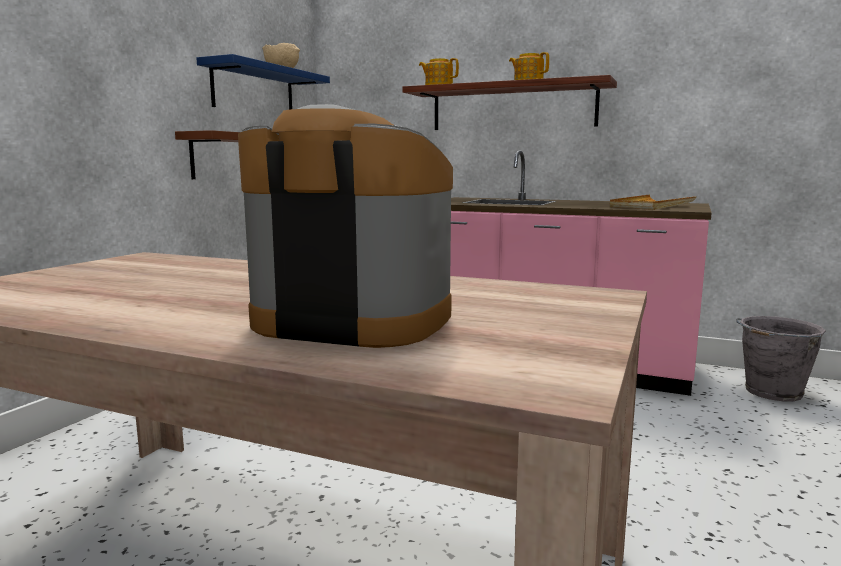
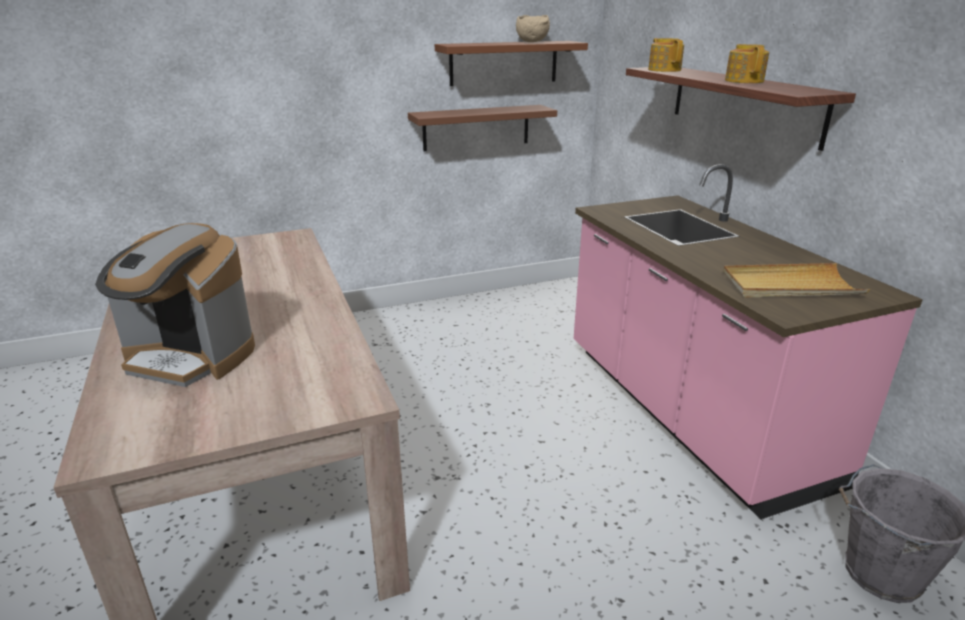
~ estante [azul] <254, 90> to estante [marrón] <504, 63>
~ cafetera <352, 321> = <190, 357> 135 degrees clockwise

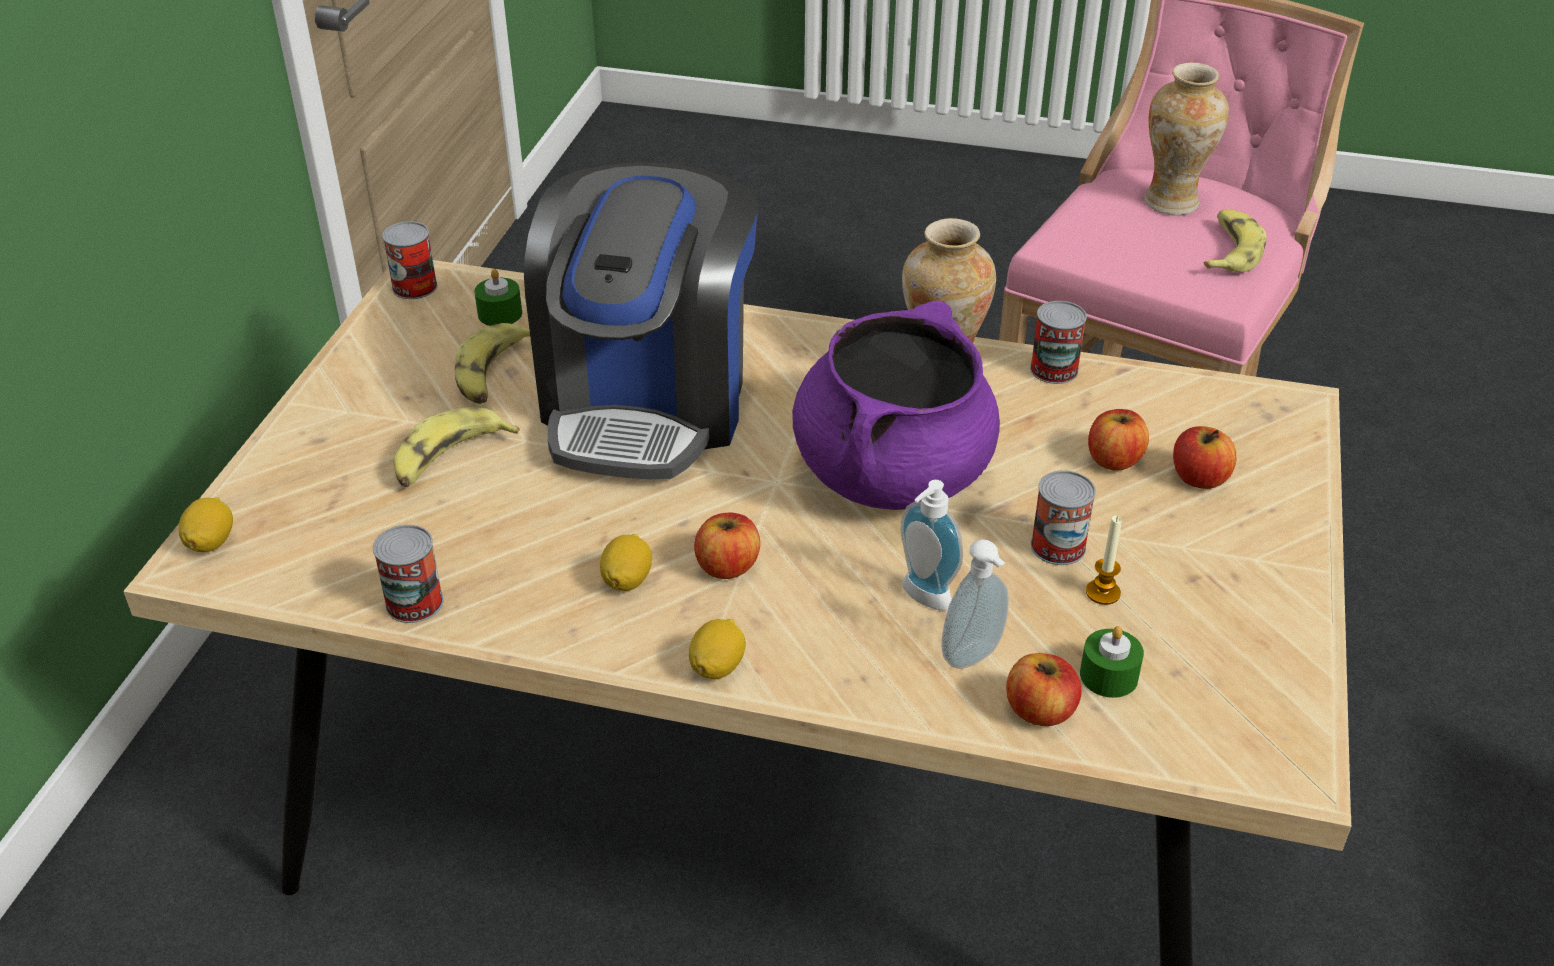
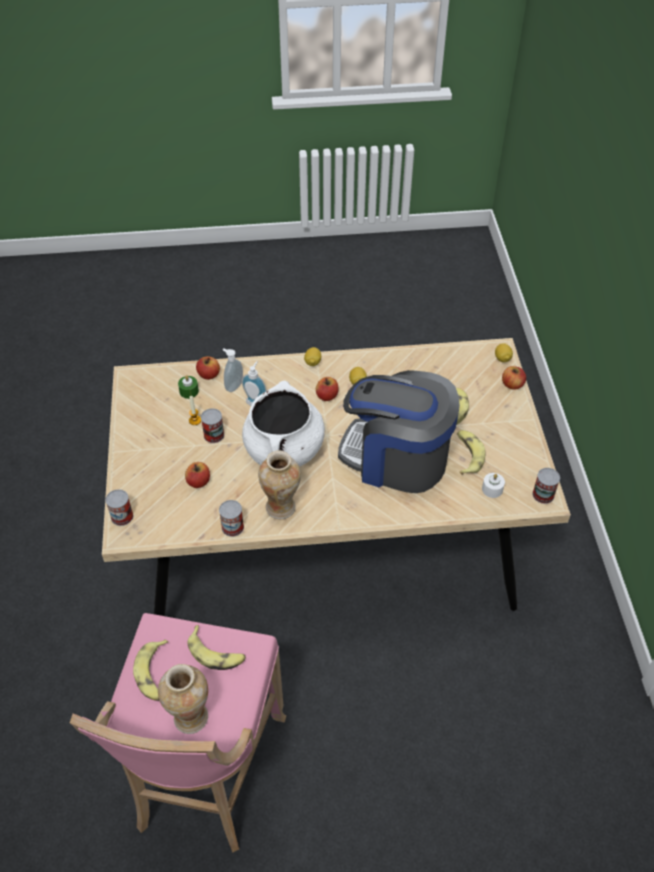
+ plátano <216, 653>
~ lata <414, 603> to <122, 516>
~ manzana <1199, 478> to <512, 384>
~ vela [verde] <500, 314> to vela [blanco] <492, 489>
~ olla [morado] <892, 474> to olla [blanco] <284, 450>
~ cafetera <648, 402> = <396, 458> 60 degrees counterclockwise

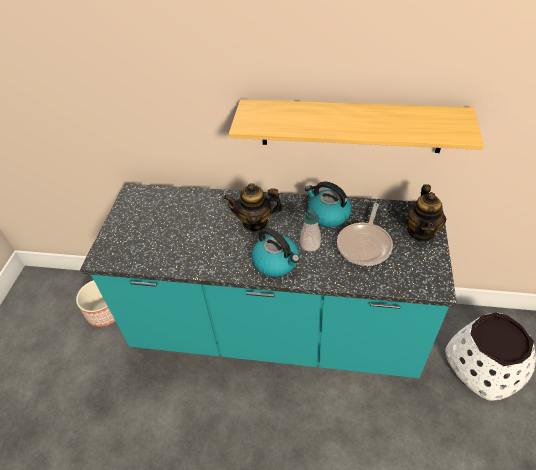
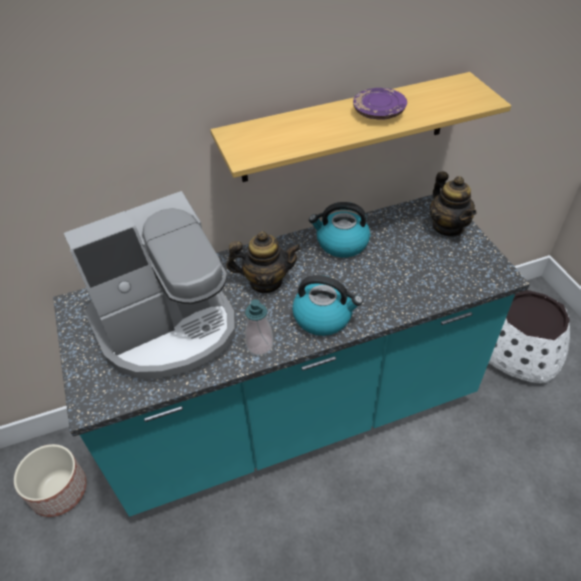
- sartén <365, 244>
+ cafetera <167, 327>
+ plato [morado] <378, 113>
~ dispensador de jabón <310, 244> to <259, 345>
~ tetera <255, 222> = <265, 281> 150 degrees counterclockwise

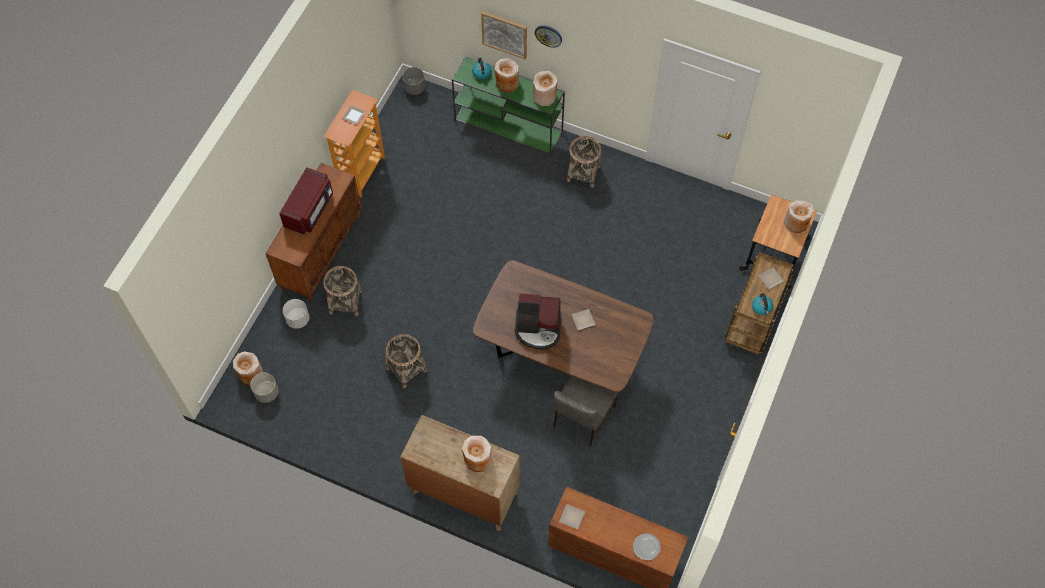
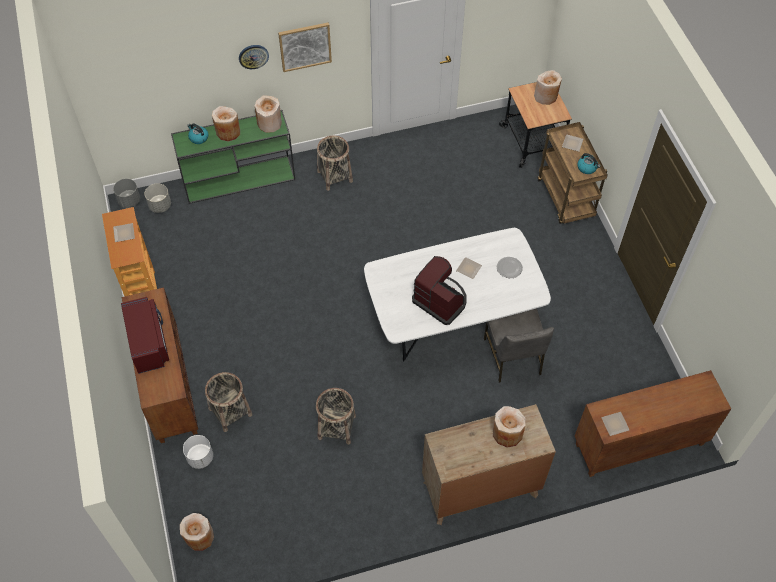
~ maceta [gris] <267, 393> to <160, 205>
~ cuadro <504, 34> to <305, 46>
~ plato <646, 547> to <509, 268>
~ mesa de comedor [marrón] <561, 356> to mesa de comedor [blanco] <452, 323>
~ cafetera <538, 329> = <440, 300> 105 degrees counterclockwise

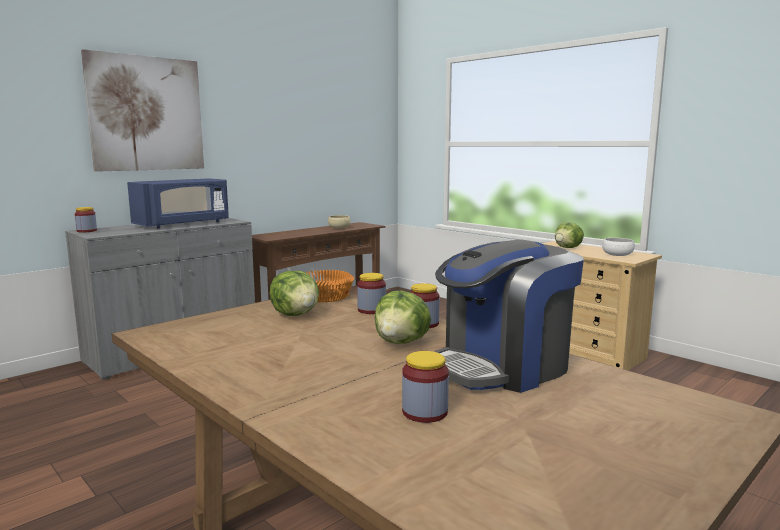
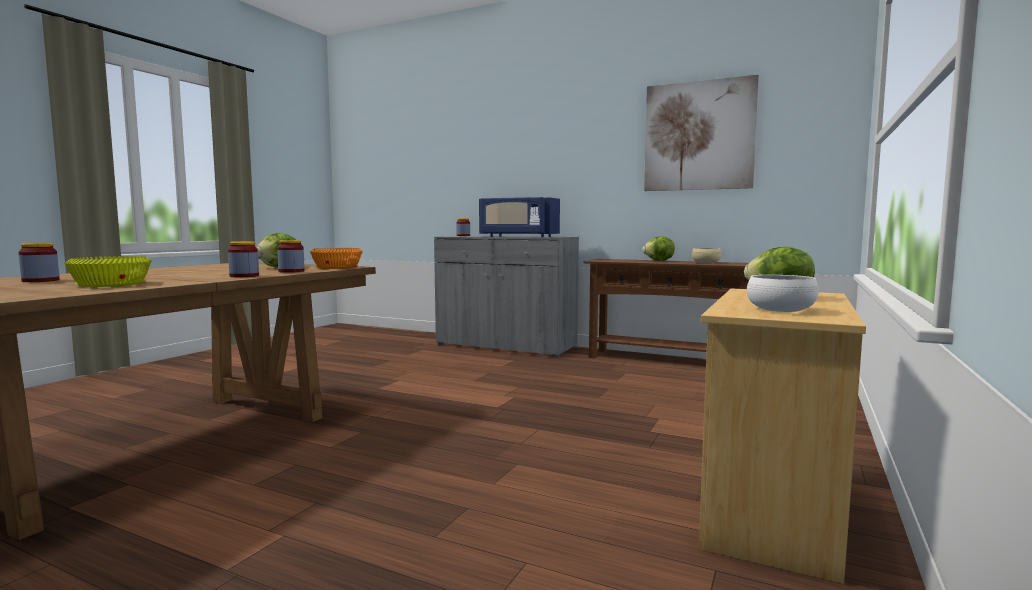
~ cuadro <146, 114> to <698, 136>
~ lechuga <402, 342> to <659, 261>
~ cafetera <502, 367> to cuenco [amarillo] <111, 284>

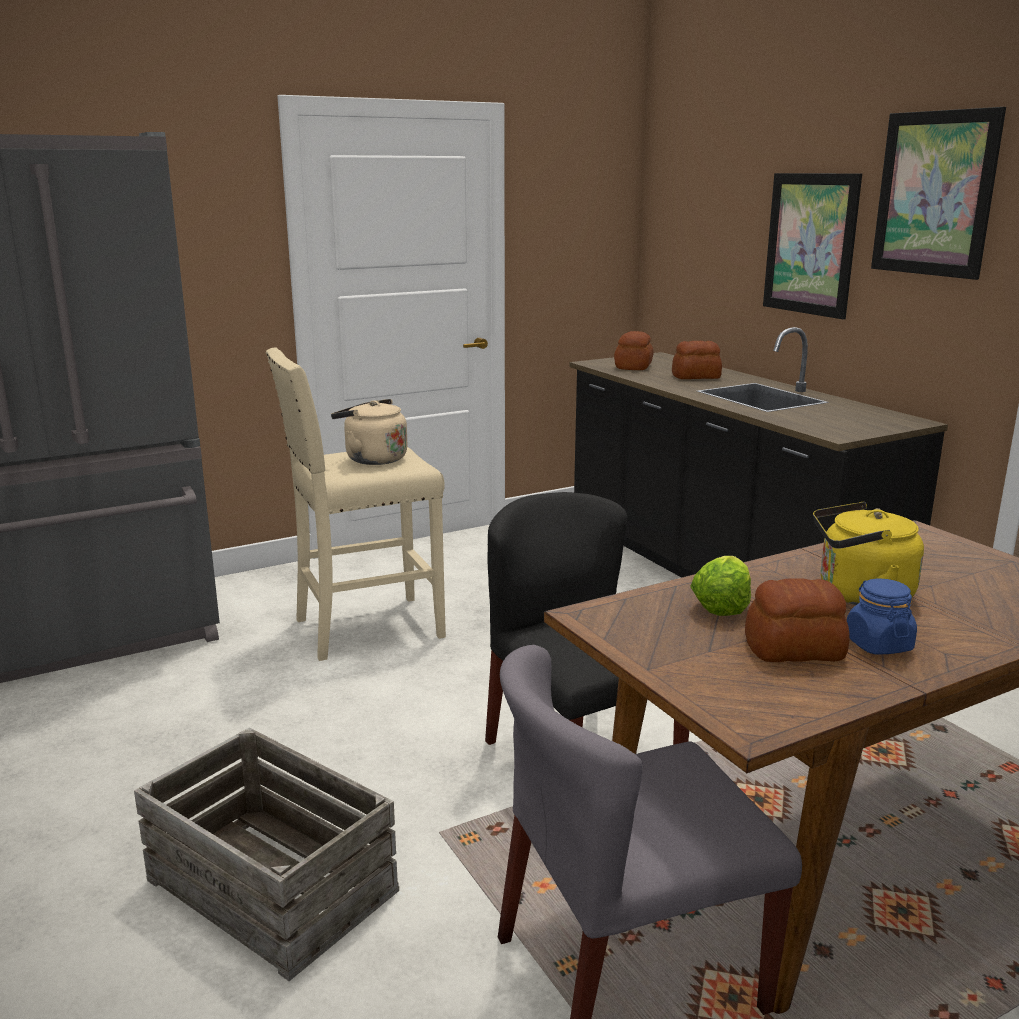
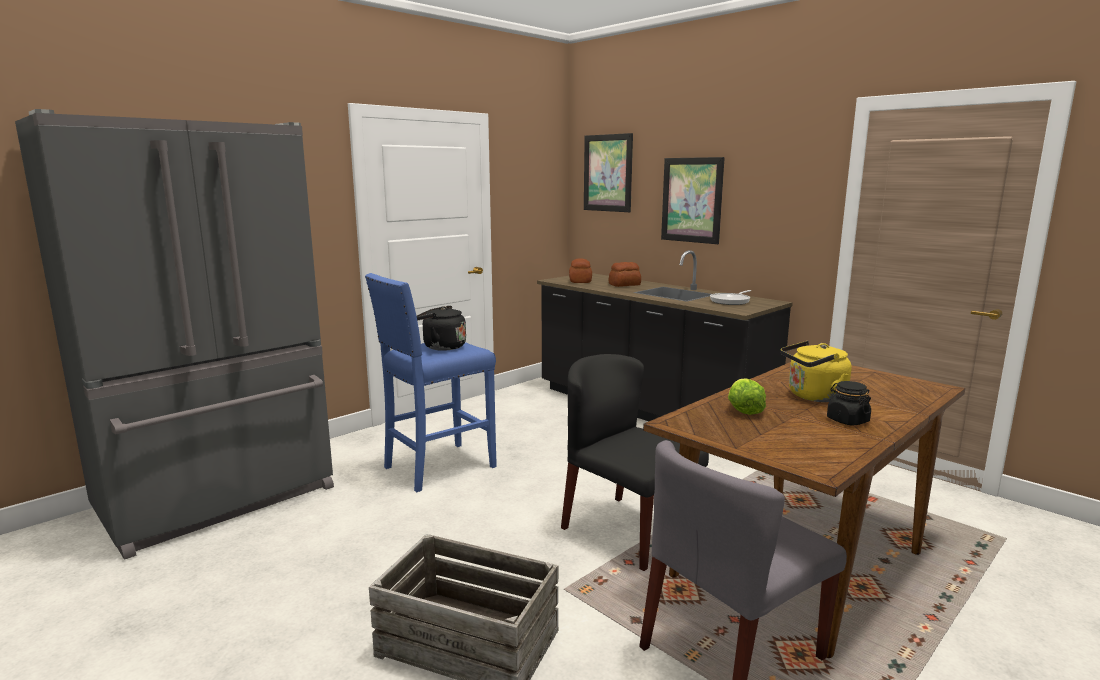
- pan <795, 650>
+ sartén <731, 301>
~ cuadro <934, 194> to <608, 173>
~ taburete [beis] <365, 628> to taburete [azul] <437, 467>
~ hervidor [beis] <372, 459> to hervidor [negro] <441, 347>
~ tarro [azul] <878, 644> to tarro [negro] <847, 420>

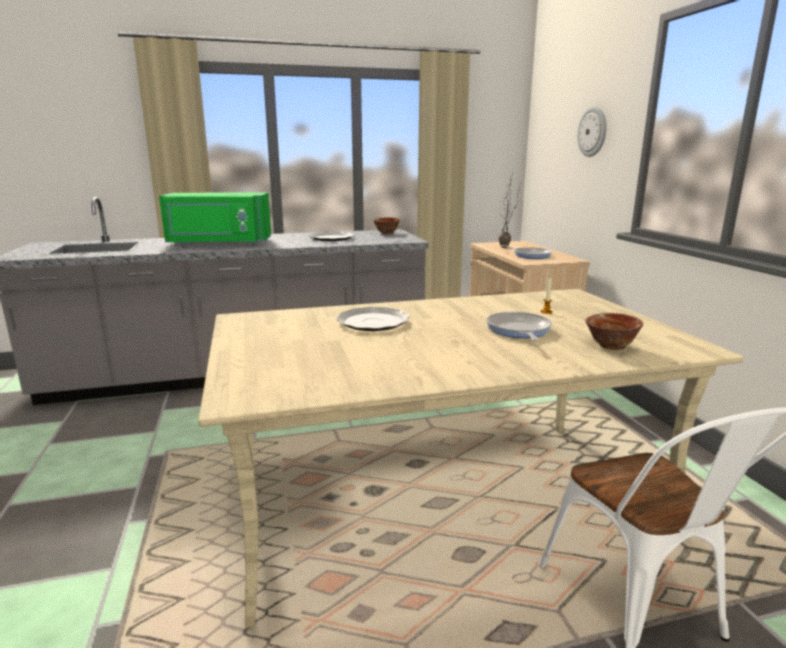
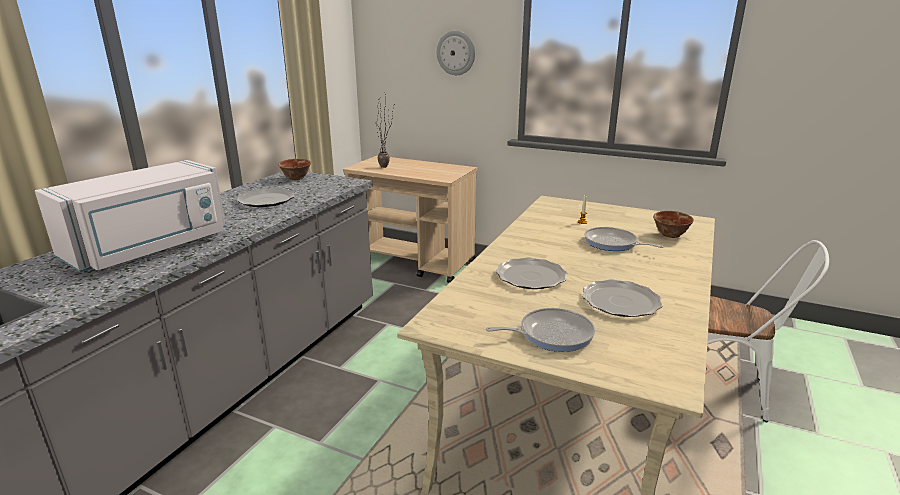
+ plato <620, 301>
~ sartén <530, 255> to <551, 334>
~ microondas [verde] <219, 243> to microondas [blanco] <151, 248>

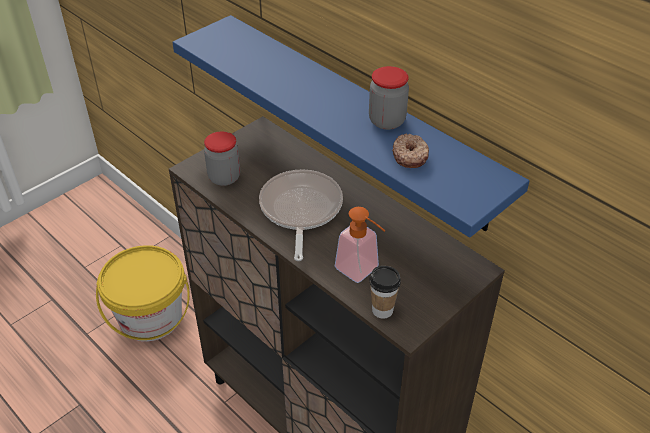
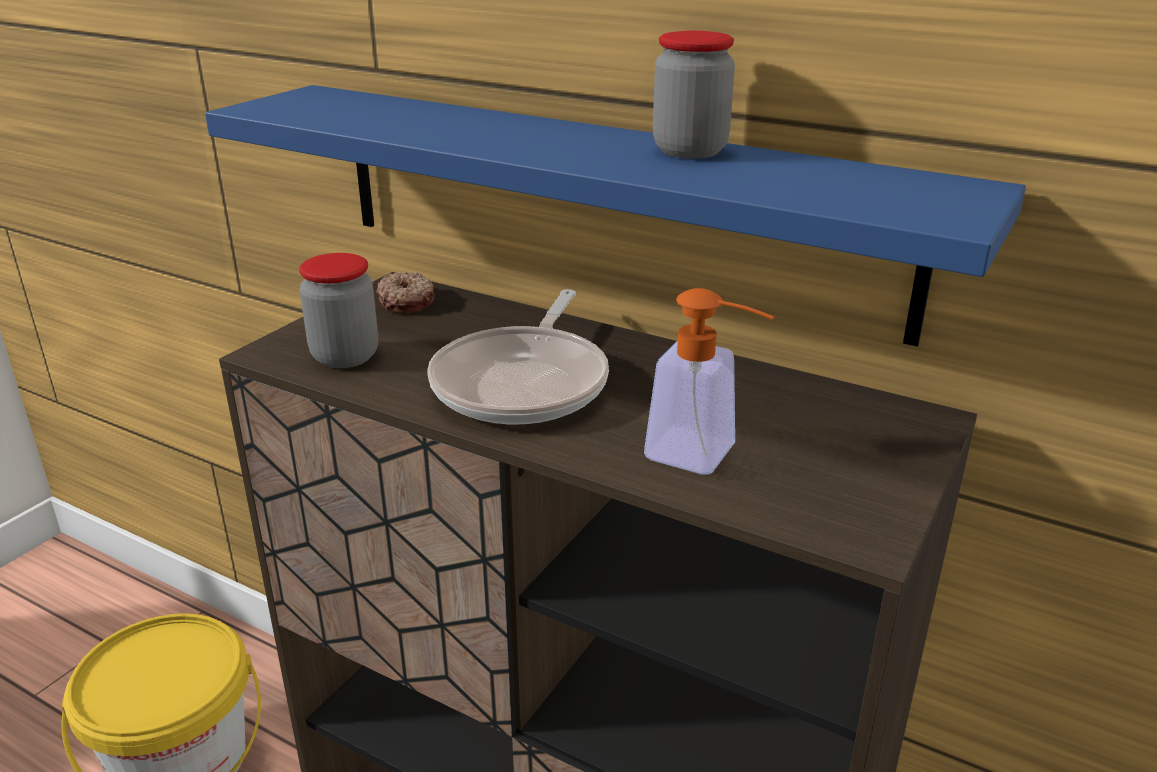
- taza <382, 310>
~ rosquilla <410, 156> to <407, 301>
~ sartén <300, 210> = <524, 382> 150 degrees counterclockwise

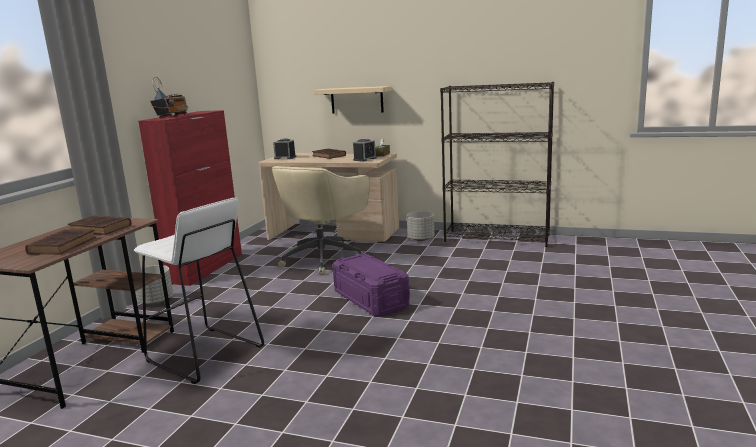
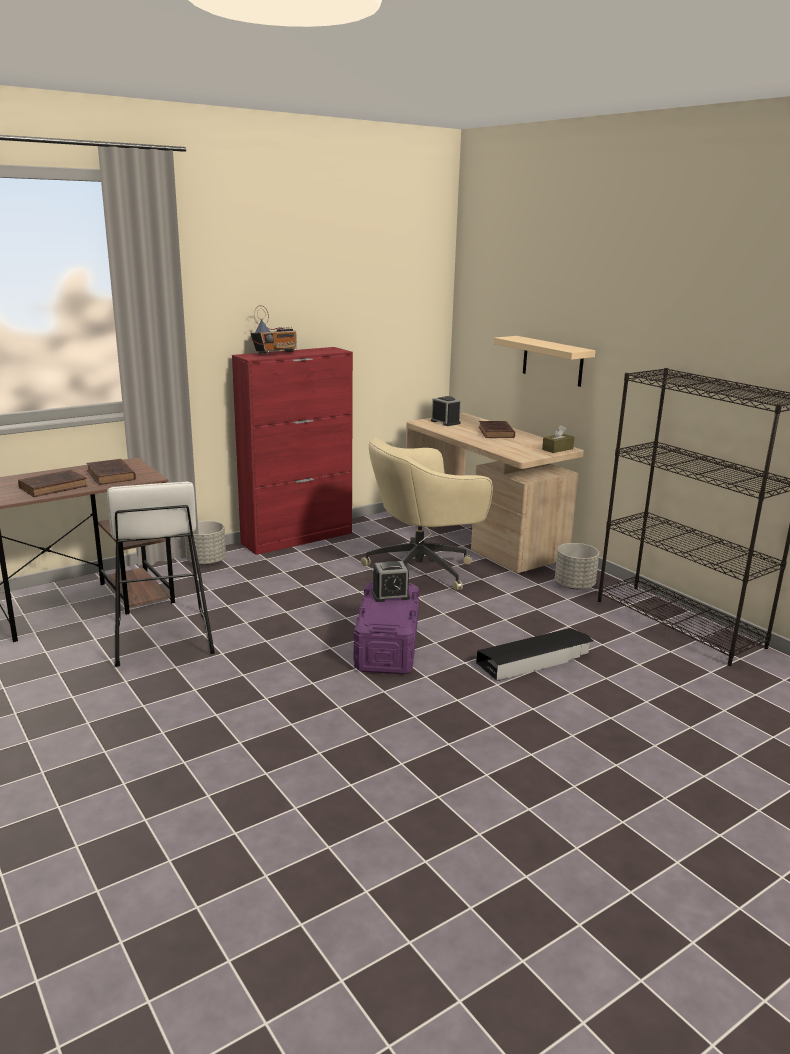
+ caja de almacenaje [negro] <535, 660>
~ despertador <365, 159> to <390, 595>

